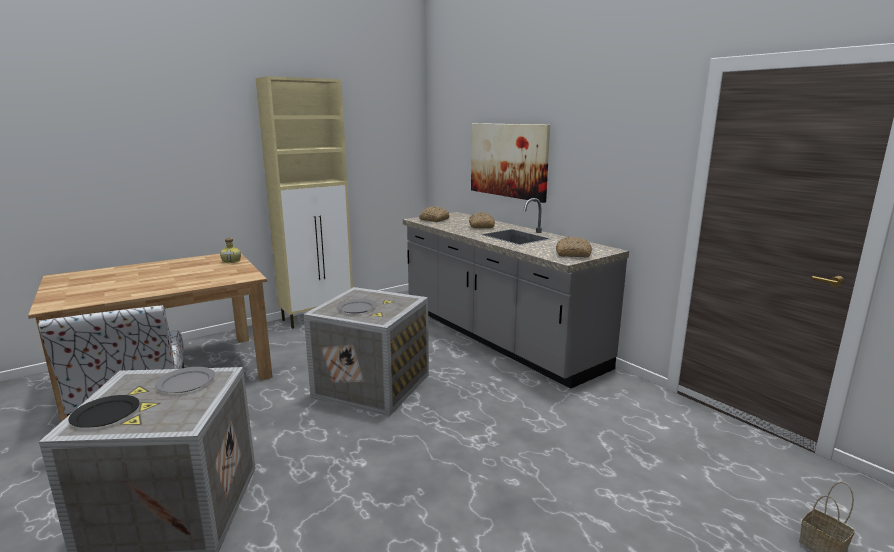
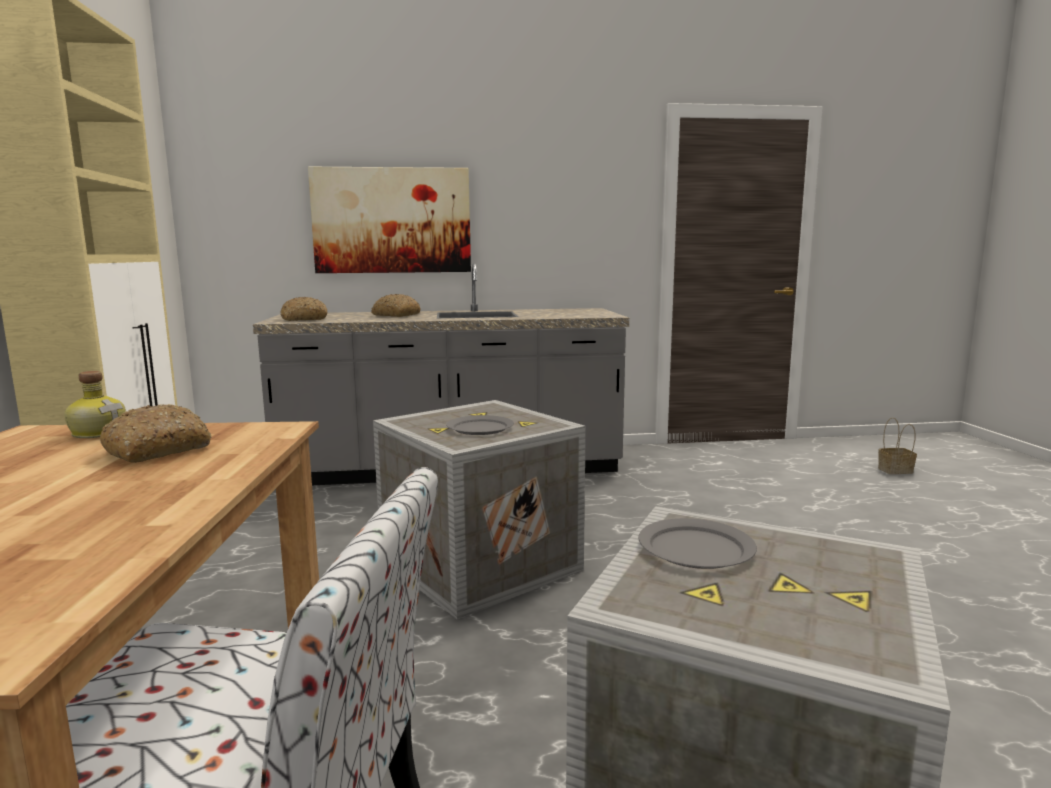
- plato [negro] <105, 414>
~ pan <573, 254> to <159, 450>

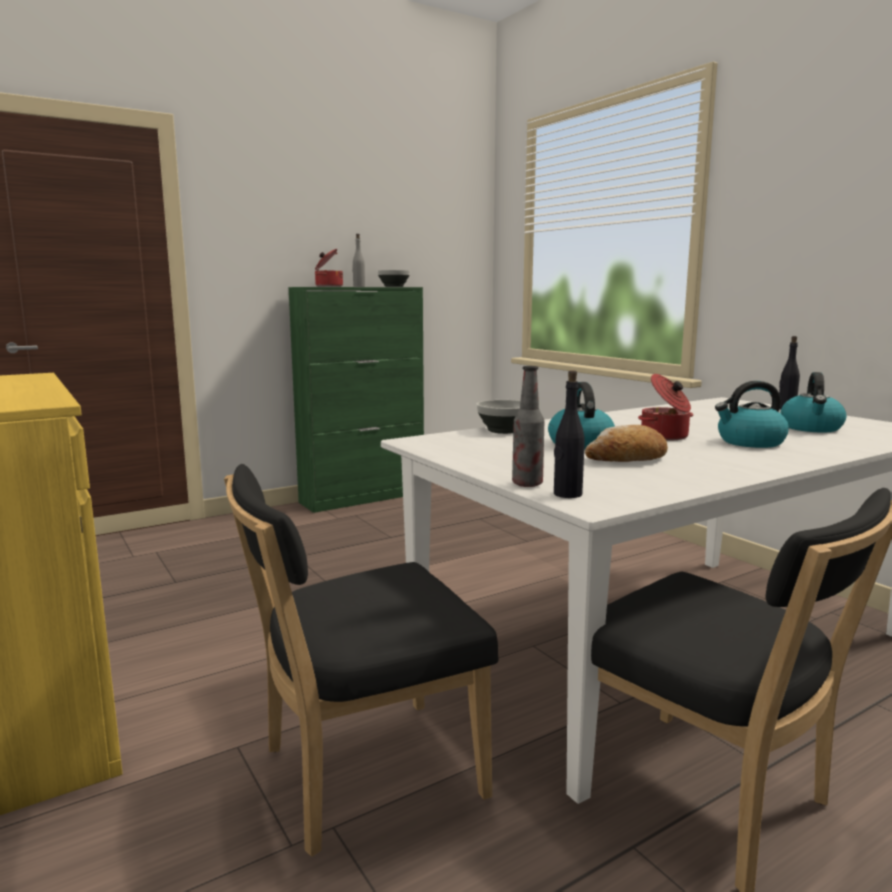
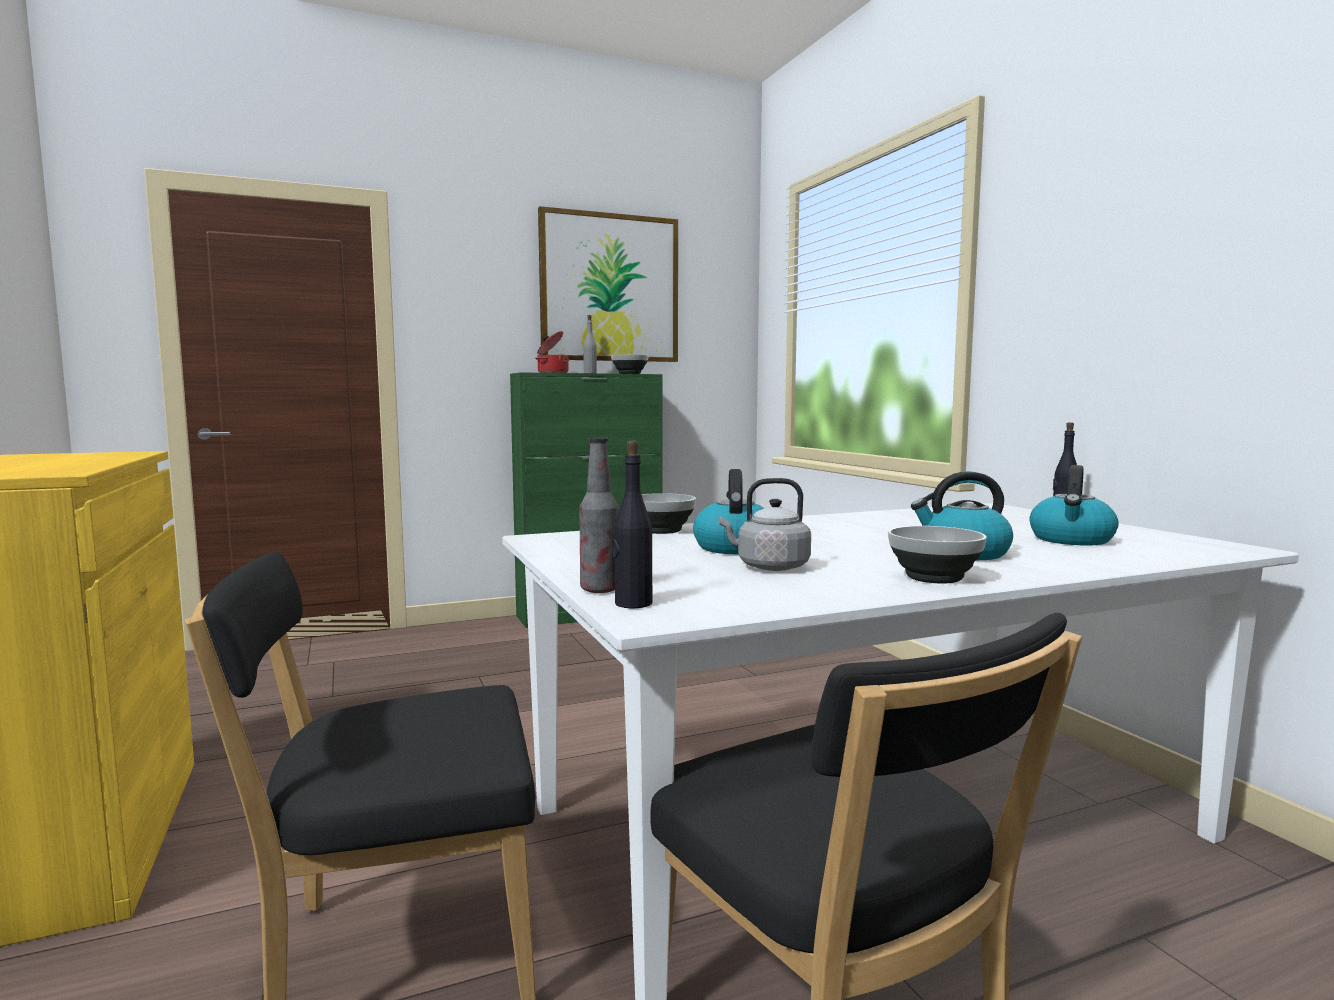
- olla <665, 436>
+ cuadro <609, 288>
+ cuenco <932, 578>
~ pan <626, 459> to hervidor [gris] <769, 567>

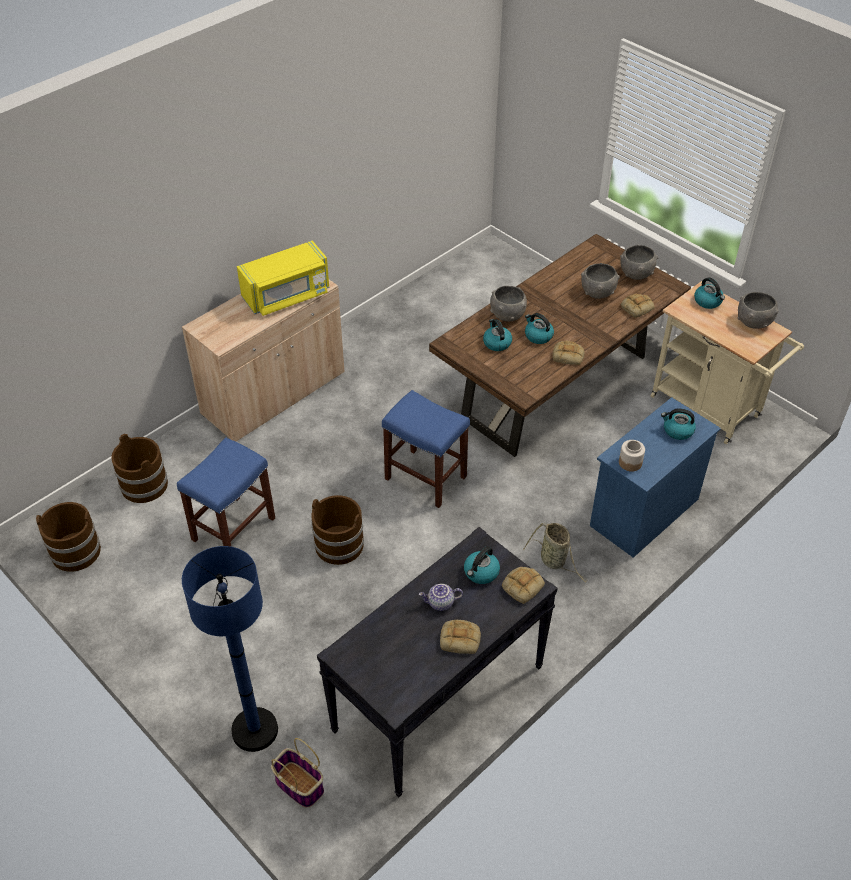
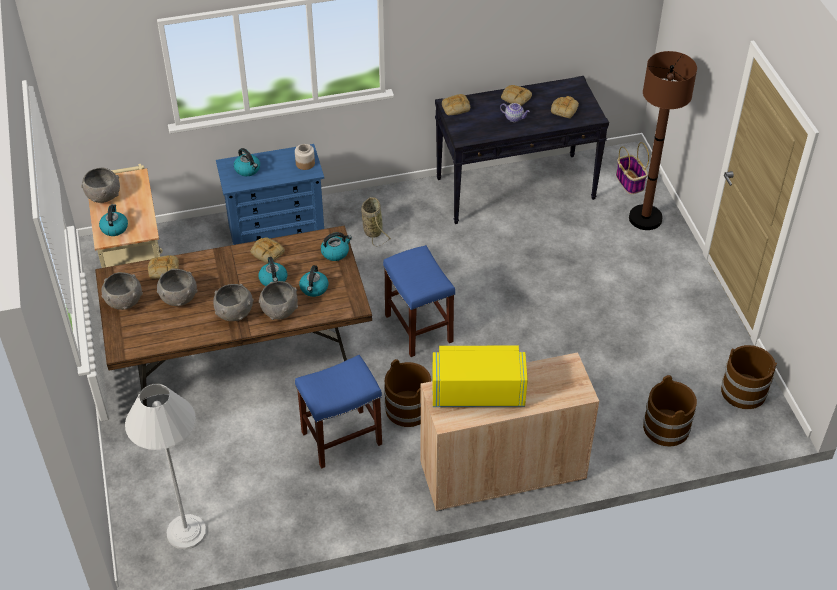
+ lámpara de pie [blanco] <186, 532>
+ cuenco [gris] <234, 313>
+ pan <564, 109>
~ taburete [azul] <234, 528> to <341, 439>
~ cubo [marrón] <338, 545> to <408, 408>
~ hervidor <481, 573> to <335, 252>
~ lámpara de pie [azul] <254, 730> to lámpara de pie [marrón] <645, 218>

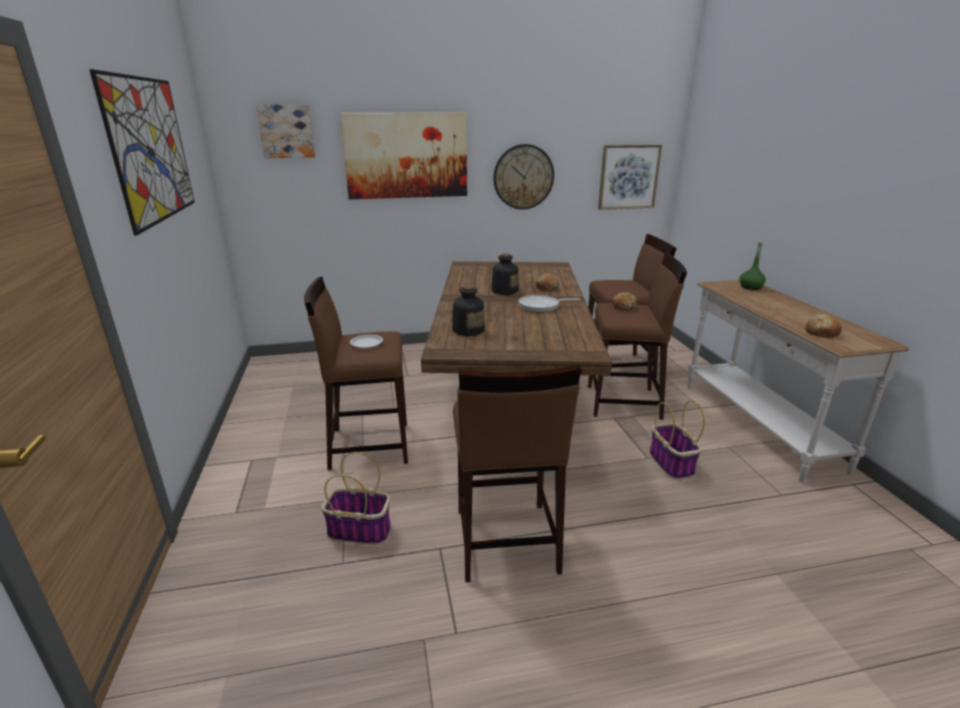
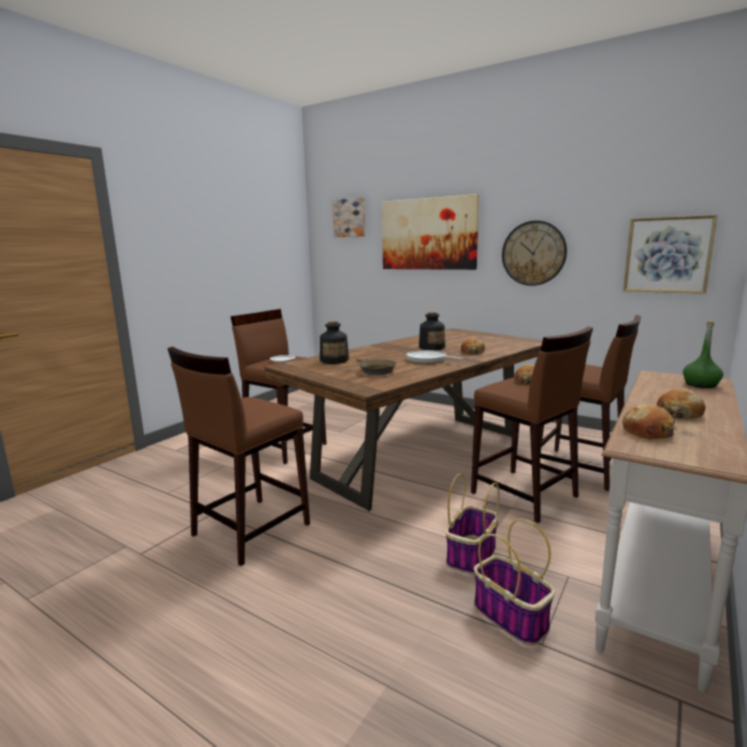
- cuadro <151, 150>
+ sartén [marrón] <375, 371>
+ pan <679, 413>
~ cesta <360, 530> to <512, 617>

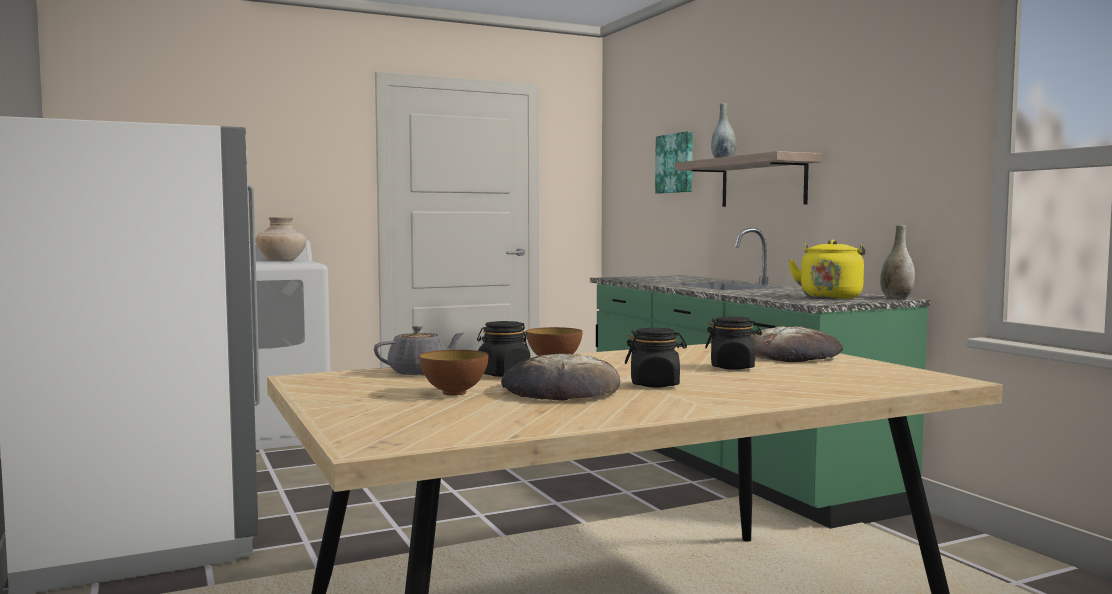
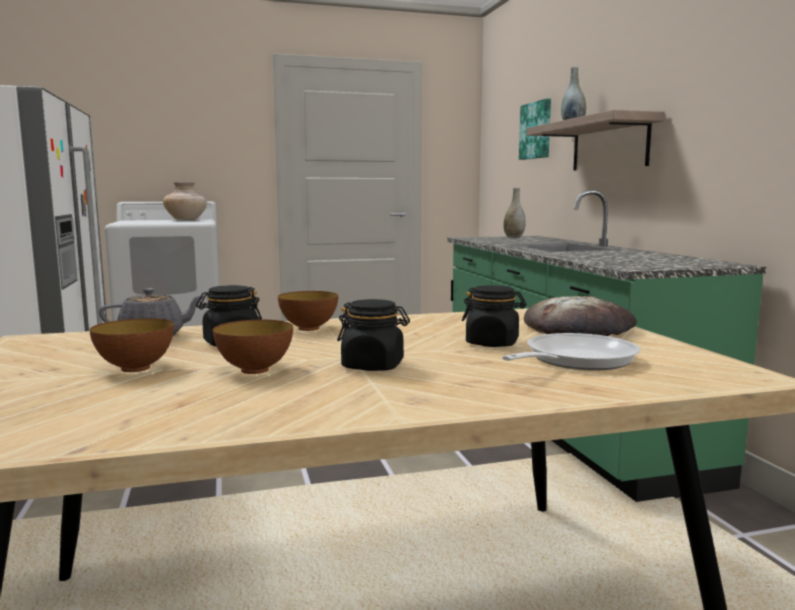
- hervidor [amarillo] <830, 297>
+ sartén <574, 360>
~ florero [gris] <896, 298> to <514, 237>
~ pan <560, 390> to cuenco <255, 370>

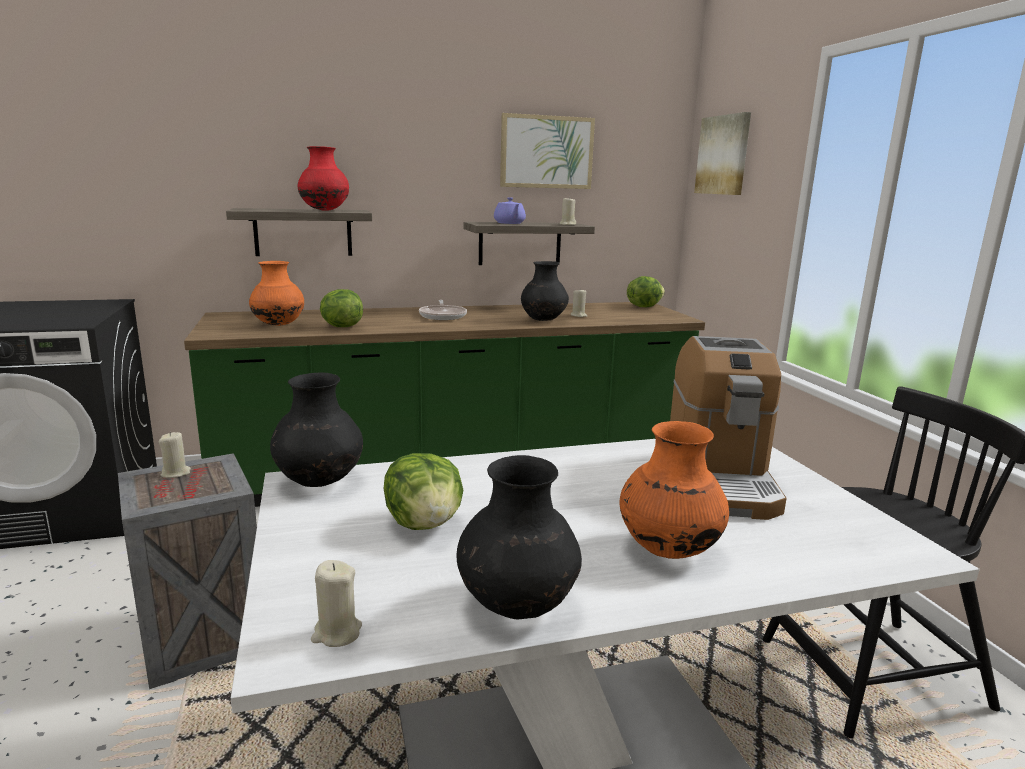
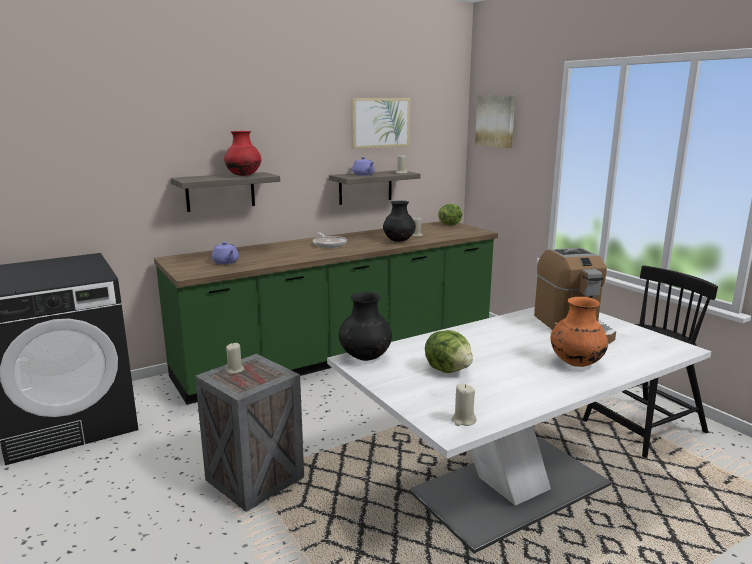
- lechuga <341, 327>
- florero [negro] <516, 605>
~ florero [naranja] <279, 325> to tetera [morado] <226, 262>

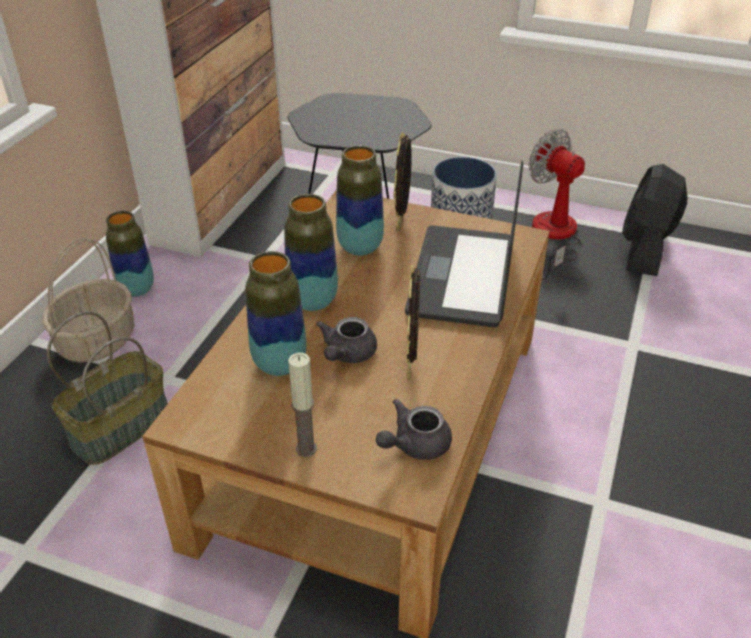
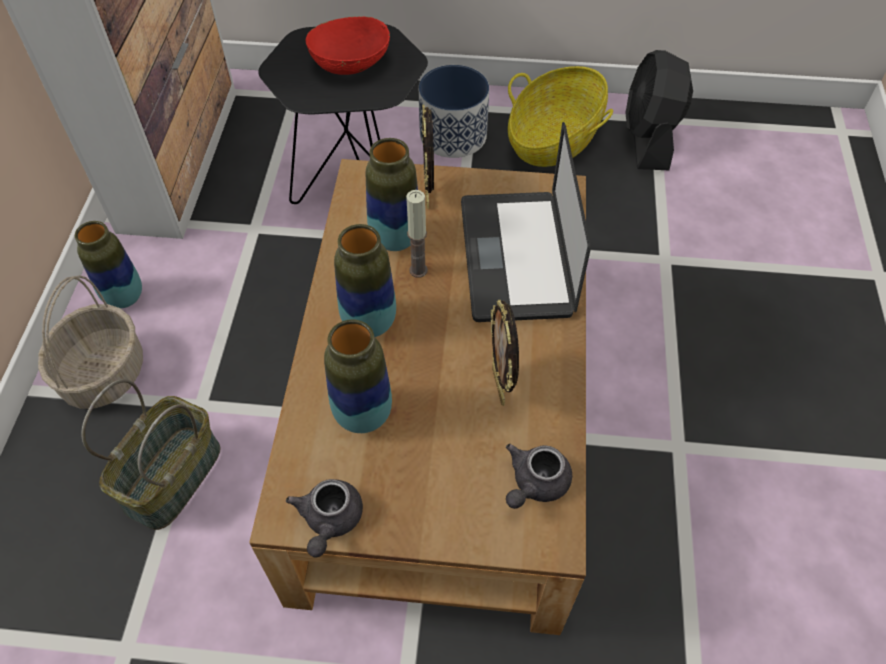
+ cuenco [rojo] <350, 64>
~ vela <306, 448> to <418, 270>
~ tetera [gris] <347, 354> to <329, 521>
~ ventilador <553, 236> to cesta <554, 139>

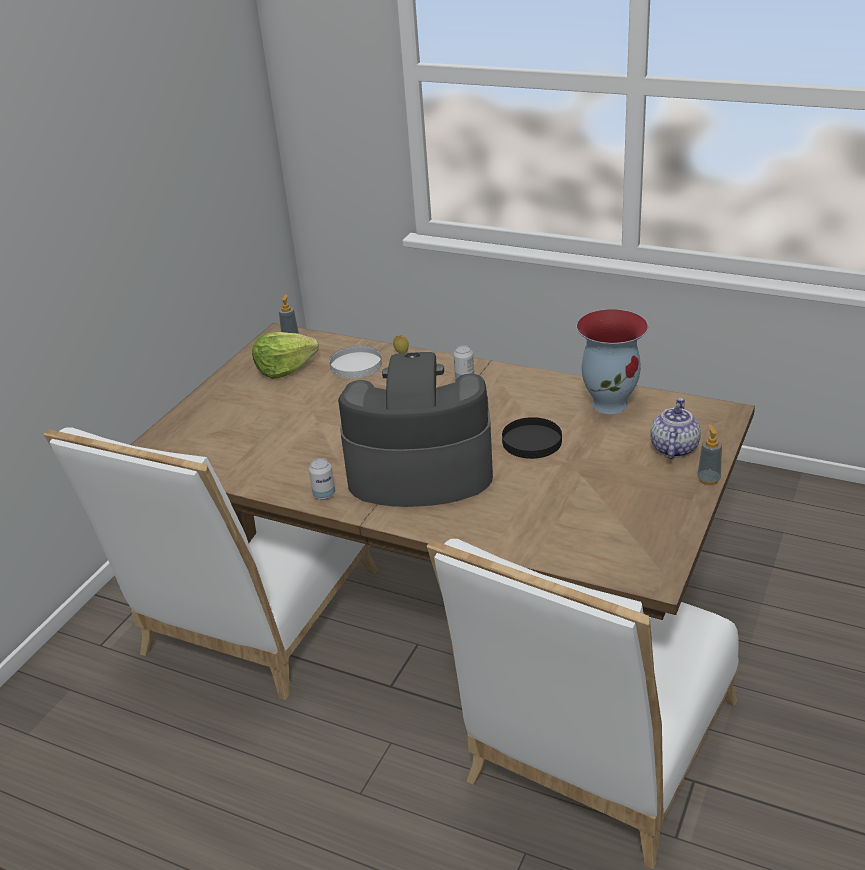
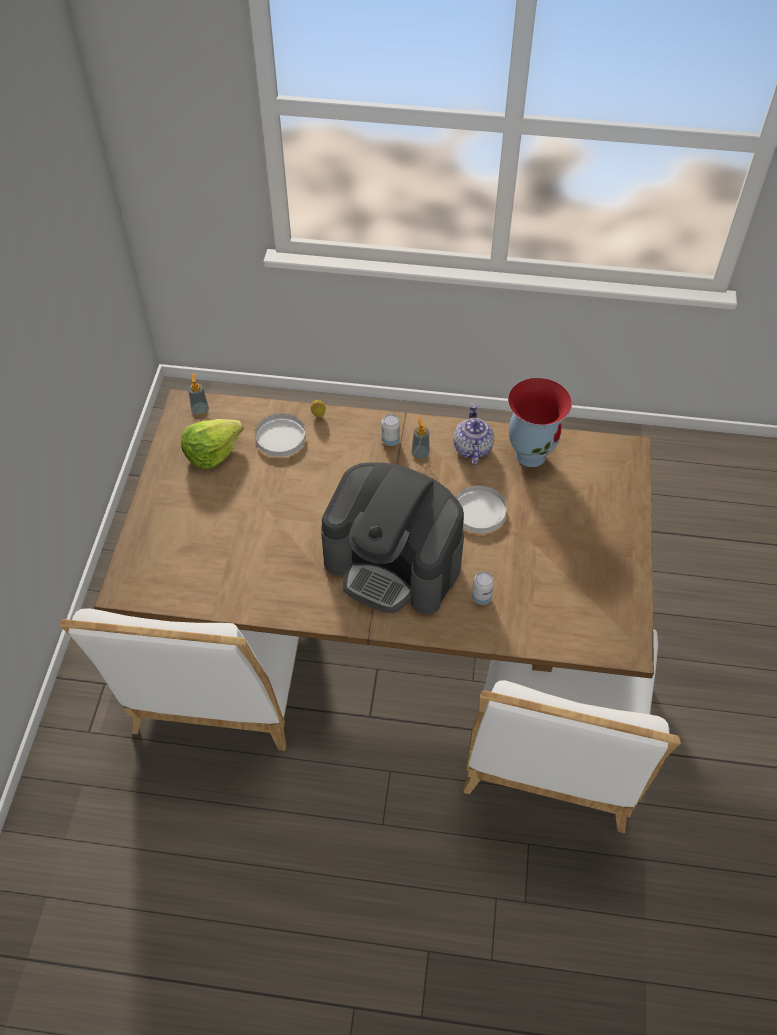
~ lata <324, 494> to <481, 597>
~ tetera <673, 448> to <472, 448>
~ dispensador de jabón <708, 479> to <420, 454>
~ plato [negro] <532, 441> to plato [blanco] <479, 511>
~ cafetera <419, 470> = <394, 563> 135 degrees counterclockwise

